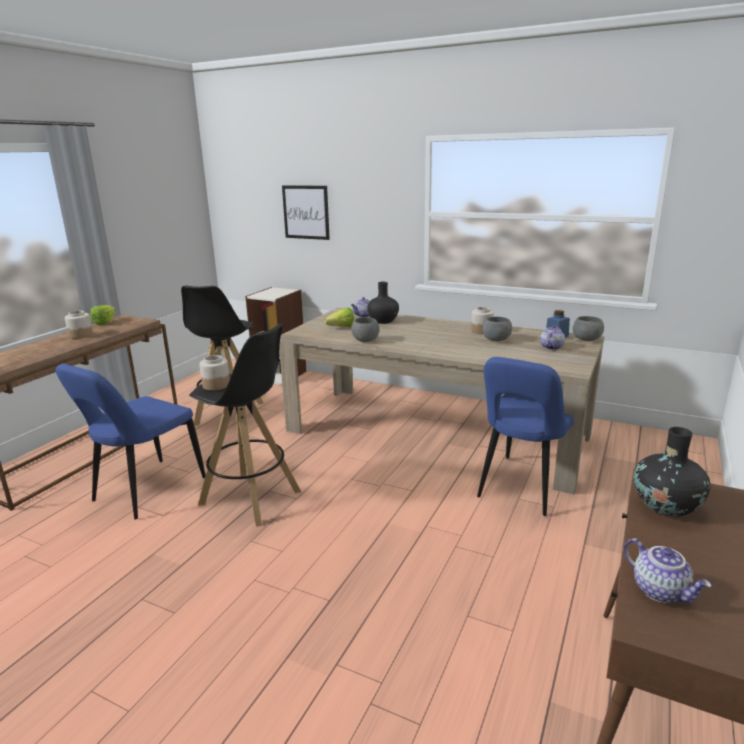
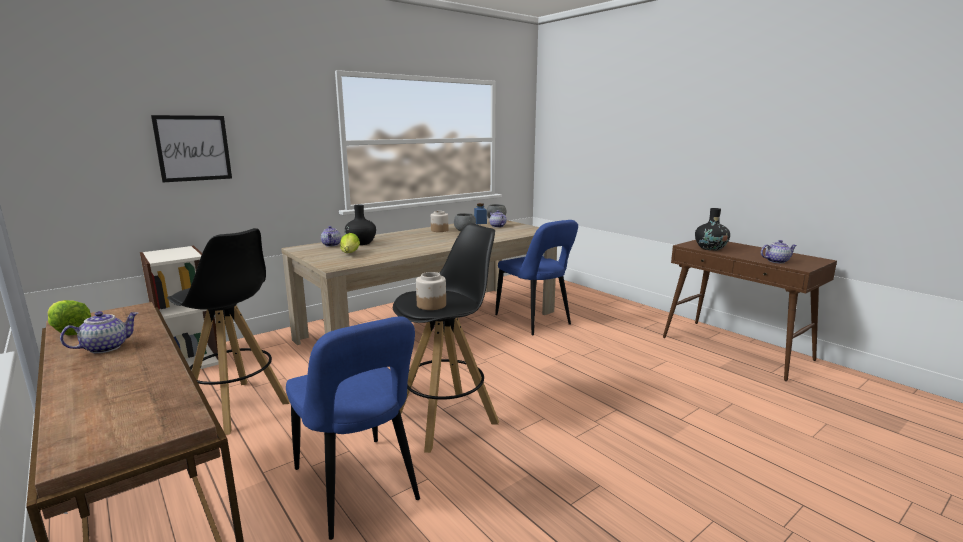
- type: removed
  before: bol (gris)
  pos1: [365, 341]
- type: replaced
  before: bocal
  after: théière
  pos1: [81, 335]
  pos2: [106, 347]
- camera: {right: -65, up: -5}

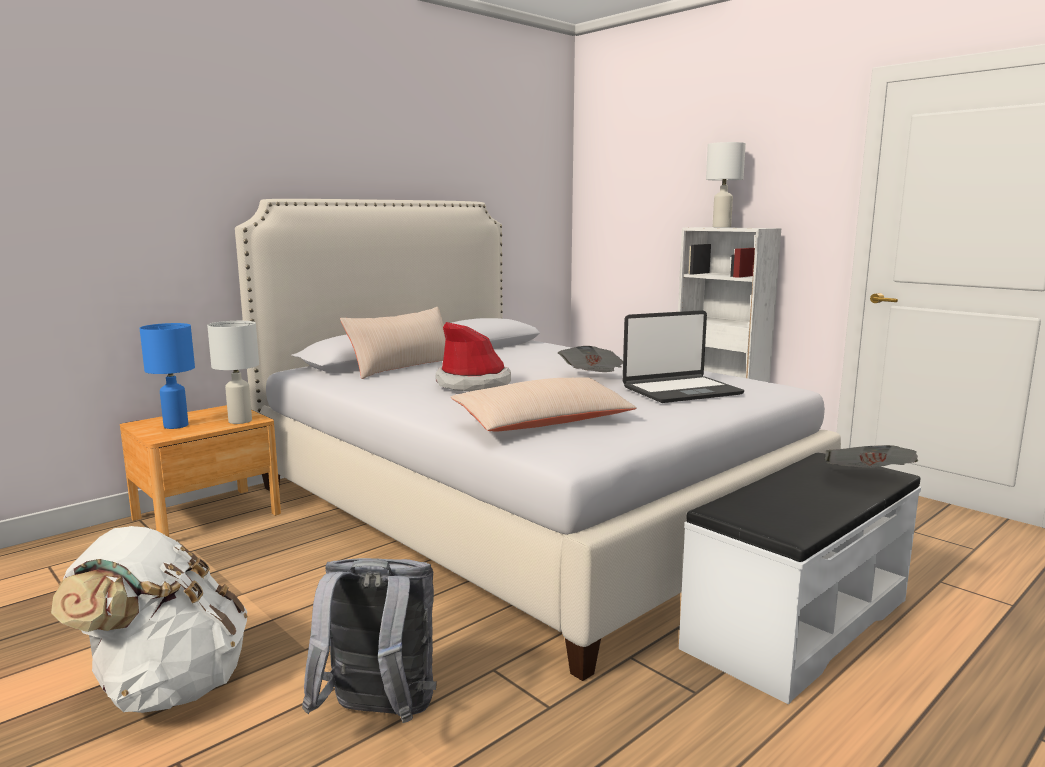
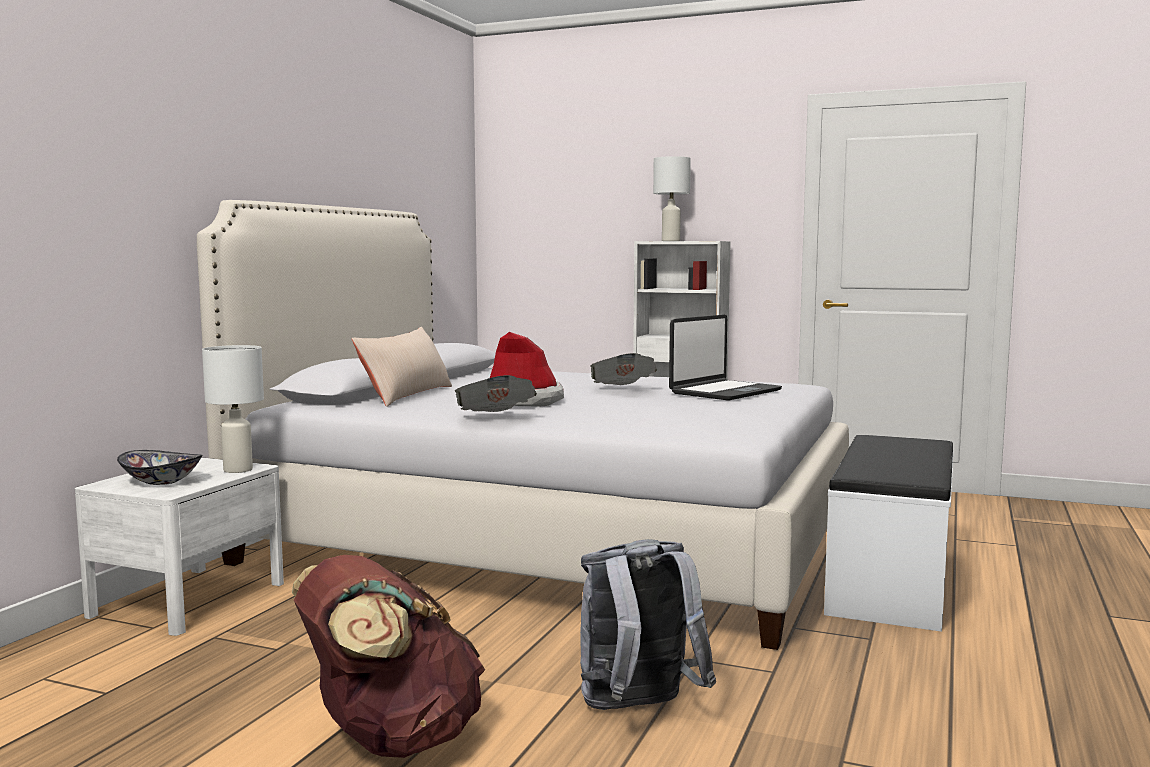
- type: removed
  before: coussin (beige)
  pos1: [543, 422]
- type: moved
  before: journal
  pos1: [866, 480]
  pos2: [496, 418]
- type: replaced
  before: lampe de table (bleu)
  after: bol
  pos1: [175, 425]
  pos2: [161, 482]
- type: recoloured
  before: sac à dos (blanc)
  after: sac à dos (marron)
  pos1: [167, 687]
  pos2: [390, 739]
- type: recoloured
  before: table de chevet (marron)
  after: table de chevet (blanc)
  pos1: [207, 516]
  pos2: [188, 599]
- camera: {right: -25, up: -5}

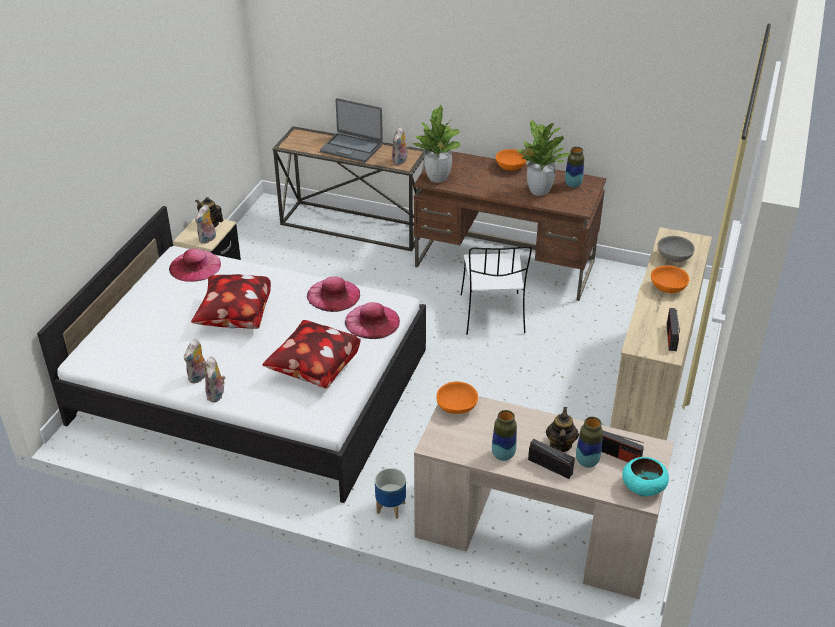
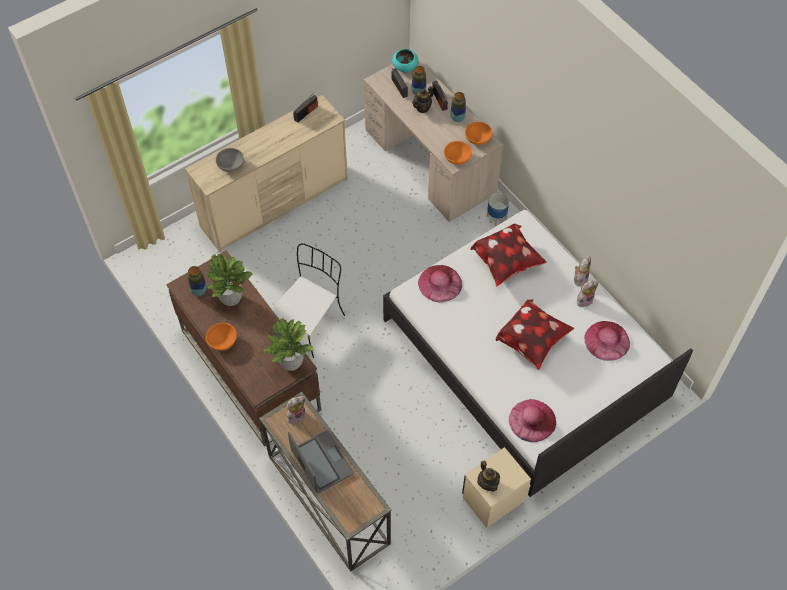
- type: removed
  before: peluche
  pos1: [208, 239]
- type: moved
  before: chapeau (rose)
  pos1: [333, 295]
  pos2: [607, 340]
- type: moved
  before: bol (orange)
  pos1: [668, 288]
  pos2: [478, 138]
- camera: {right: -145, up: 20}

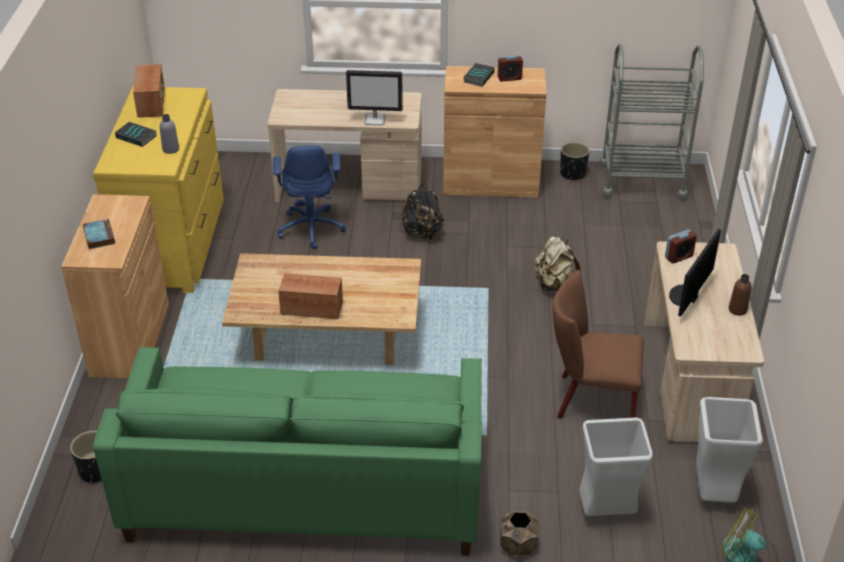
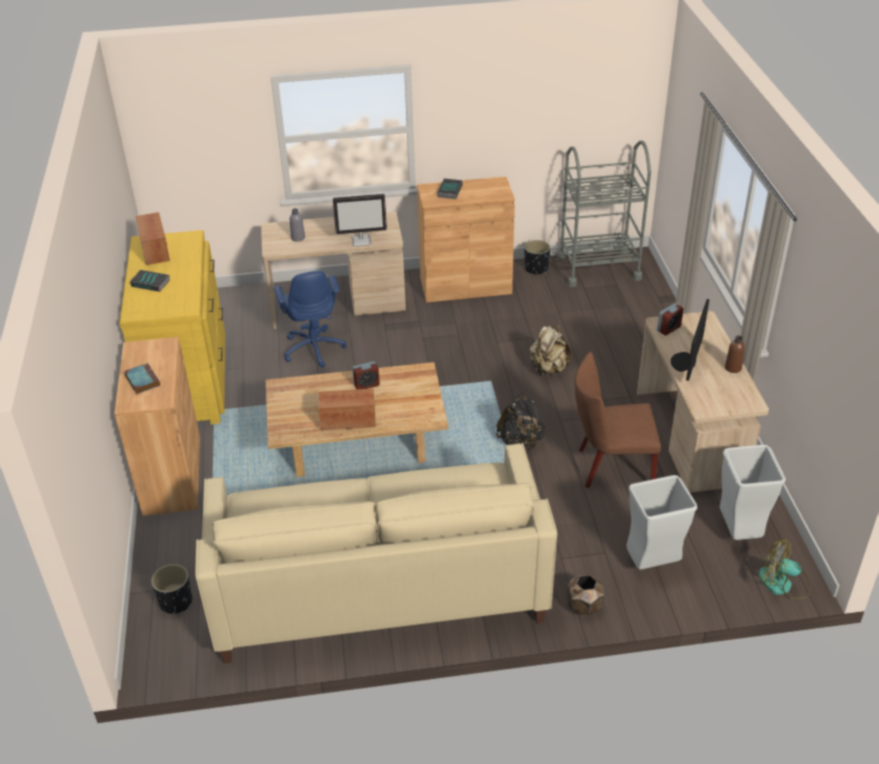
- type: moved
  before: bouteille (gris)
  pos1: [171, 149]
  pos2: [298, 238]
- type: moved
  before: sac à dos (noir)
  pos1: [422, 233]
  pos2: [520, 441]
- type: moved
  before: réveil
  pos1: [509, 78]
  pos2: [366, 385]
- type: recoloured
  before: canapé (vert)
  after: canapé (beige)
  pos1: [306, 486]
  pos2: [378, 585]
- camera: {right: -10, up: 0}

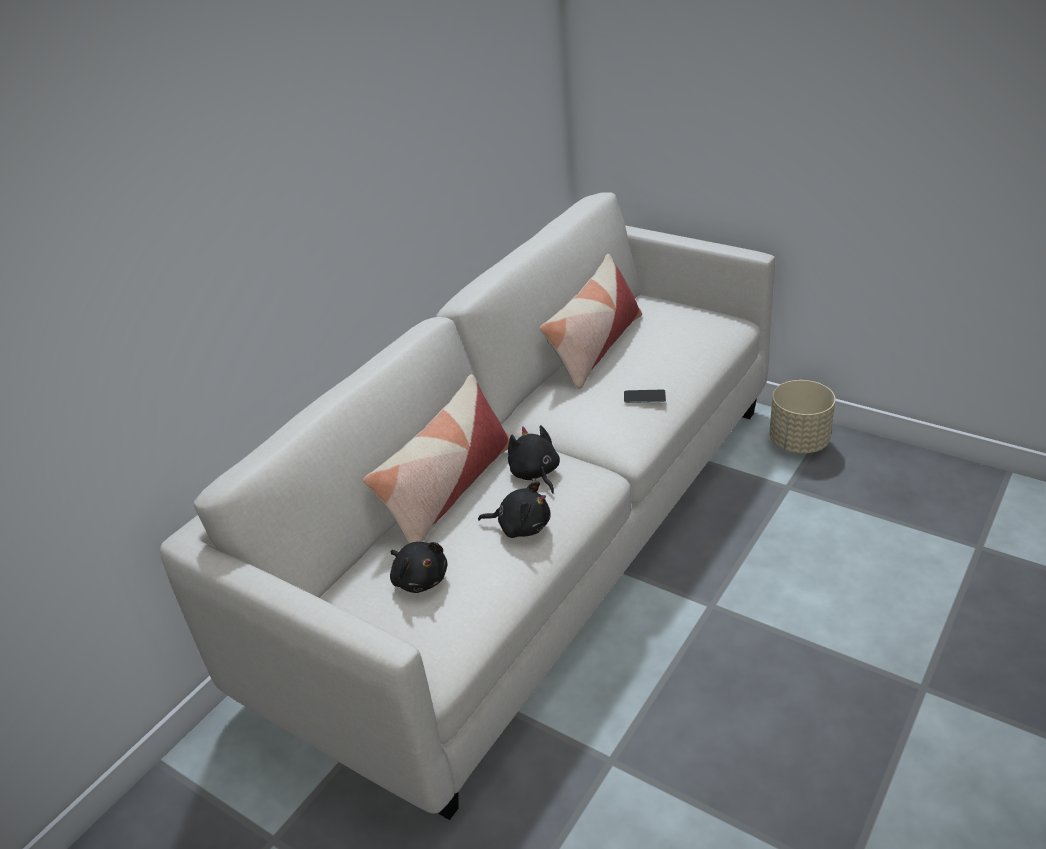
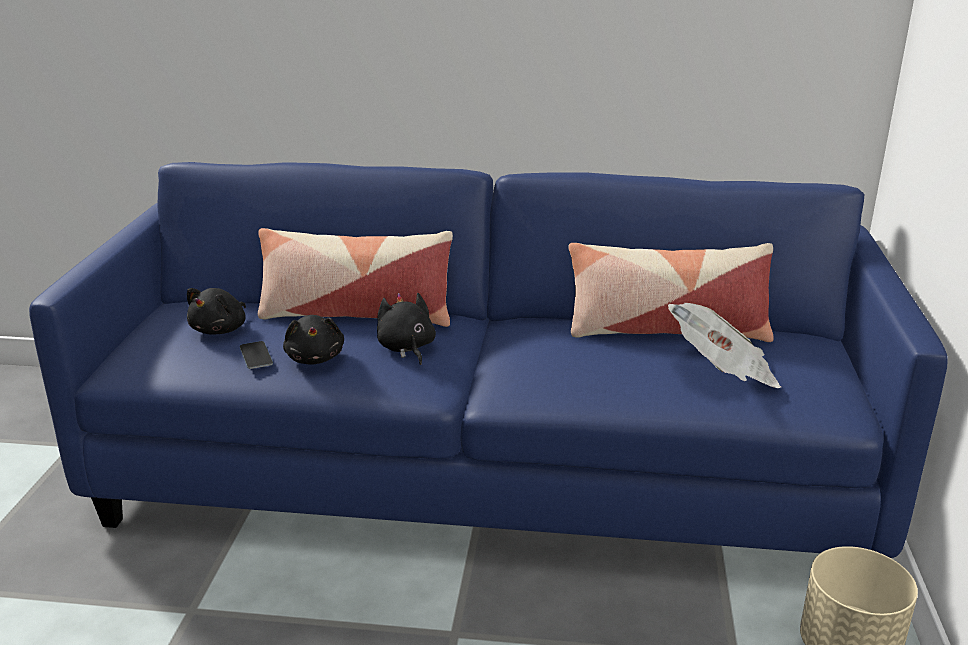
- type: added
  after: journal
  pos2: [722, 372]
- type: moved
  before: téléphone
  pos1: [644, 397]
  pos2: [256, 355]
- type: recoloured
  before: canapé (blanc)
  after: canapé (bleu)
  pos1: [534, 538]
  pos2: [485, 471]
- type: turned
  before: peluche (noir)
  pos1: [535, 474]
  pos2: [406, 348]
  turn: -60
- camera: {right: 60, up: -10}

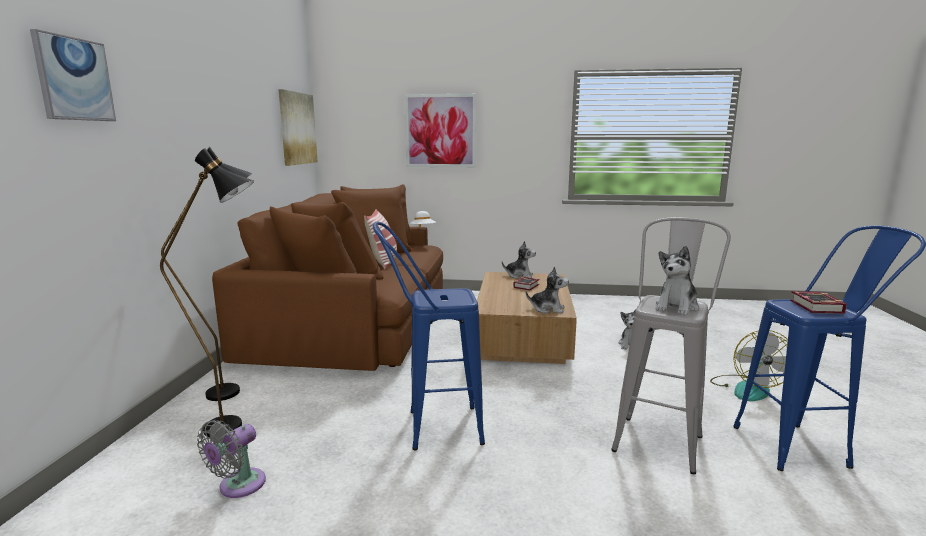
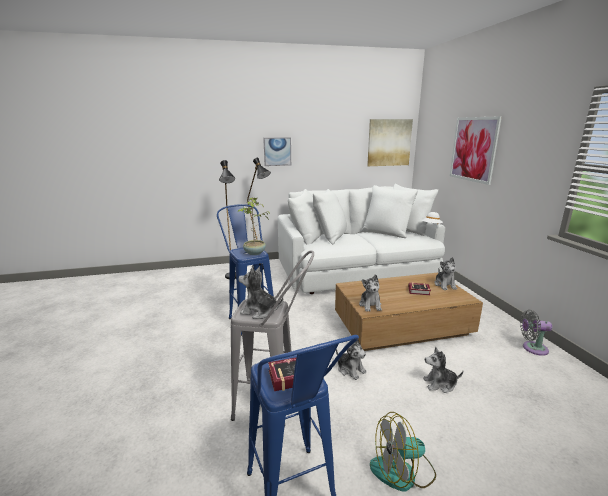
- type: removed
  before: coussin
  pos1: [383, 262]
- type: added
  after: plante en pot
  pos2: [254, 253]
- type: added
  after: peluche
  pos2: [350, 369]
- type: moved
  before: tableau
  pos1: [74, 79]
  pos2: [277, 151]
- type: moved
  before: ventilateur (gris)
  pos1: [238, 486]
  pos2: [532, 348]
- type: recoloured
  before: canapé (marron)
  after: canapé (blanc)
  pos1: [354, 324]
  pos2: [356, 270]
- camera: {right: 70, up: 5}

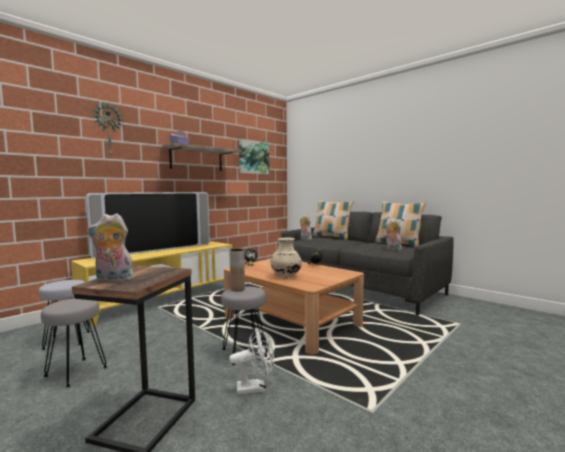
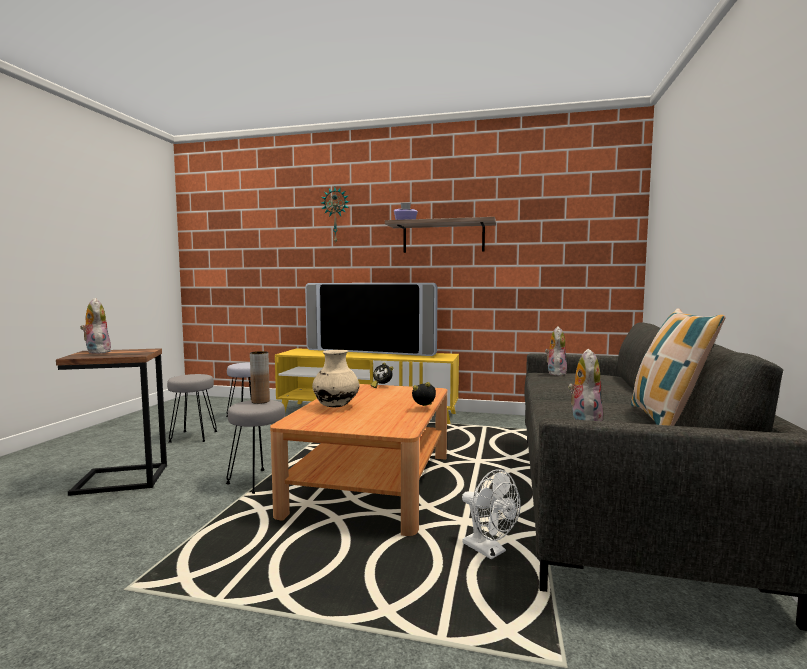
- type: removed
  before: tableau
  pos1: [253, 157]
- type: removed
  before: coussin
  pos1: [331, 237]
- type: moved
  before: ventilateur (blanc)
  pos1: [256, 388]
  pos2: [489, 551]
- camera: {right: 60, up: 0}

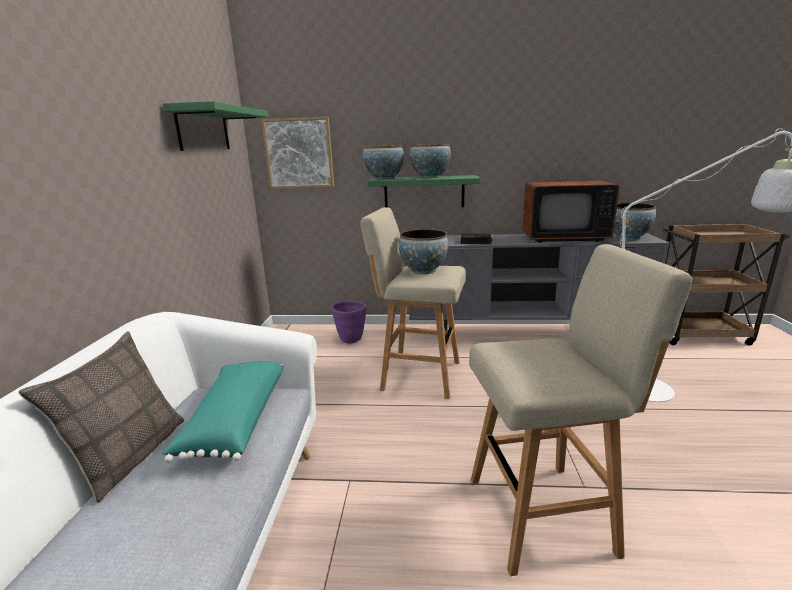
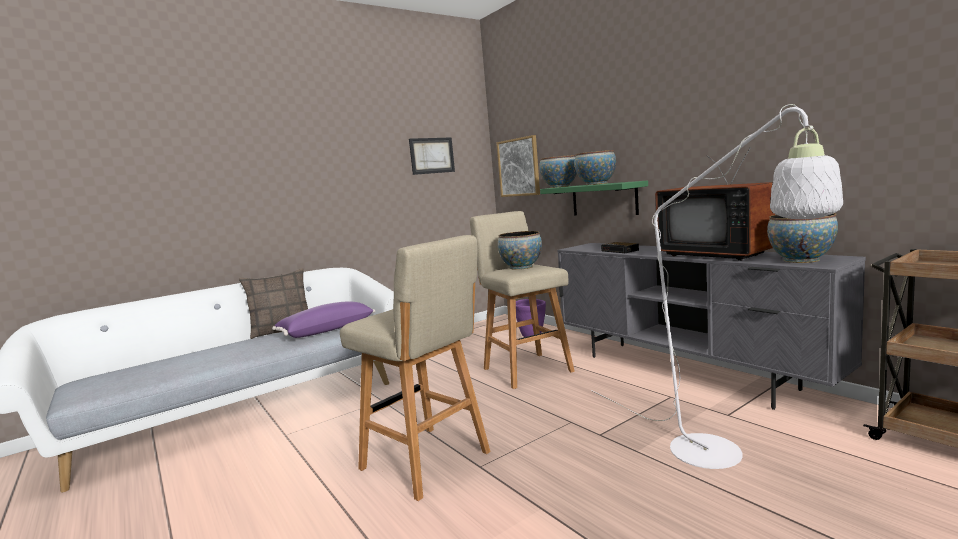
- type: replaced
  before: étagère (vert)
  after: tableau
  pos1: [203, 129]
  pos2: [432, 155]
- type: recoloured
  before: coussin (turquoise)
  after: coussin (violet)
  pos1: [234, 421]
  pos2: [326, 330]
- camera: {right: 50, up: -10}

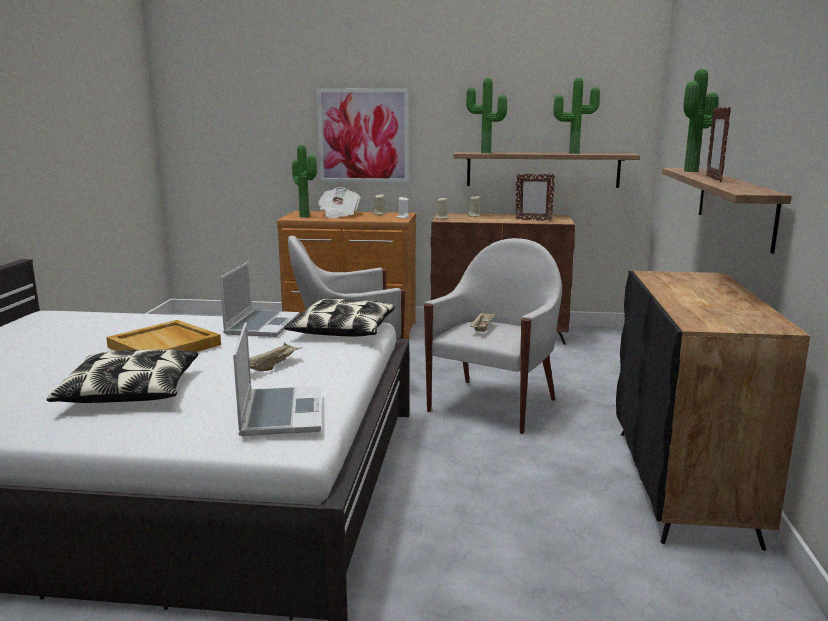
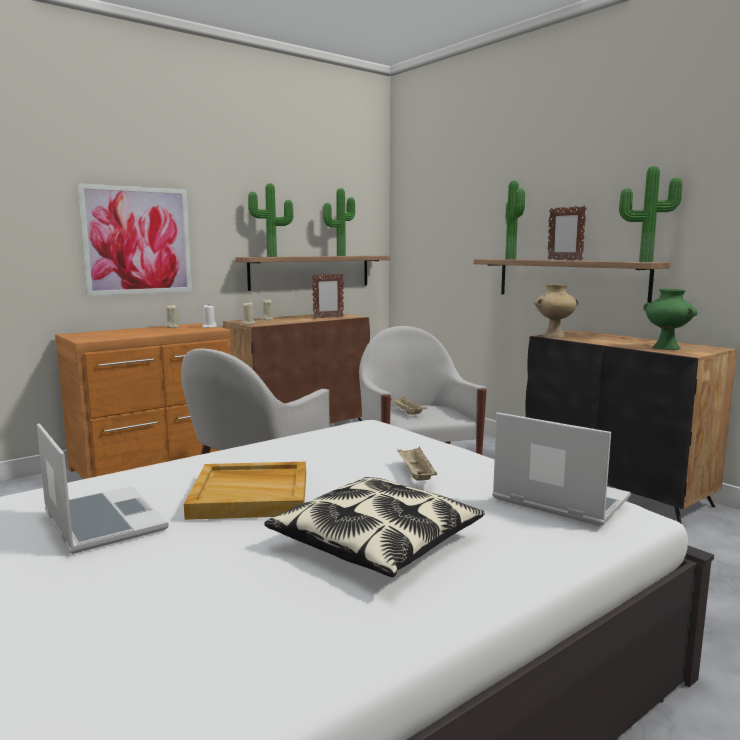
- type: removed
  before: coussin
  pos1: [342, 331]
- type: removed
  before: journal
  pos1: [338, 215]
- type: added
  after: vase (beige)
  pos2: [554, 336]
- type: added
  after: vase (vert)
  pos2: [667, 348]
- type: moved
  before: ordinateur portable
  pos1: [262, 325]
  pos2: [101, 521]
- type: moved
  before: plante en pot
  pos1: [306, 216]
  pos2: [645, 262]
- camera: {right: -45, up: -5}

